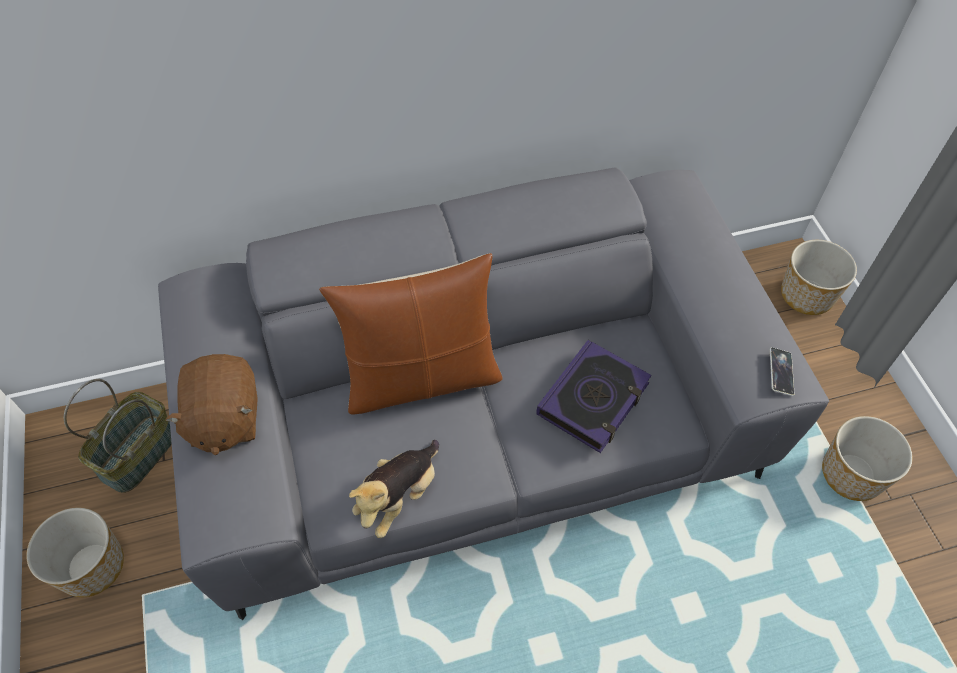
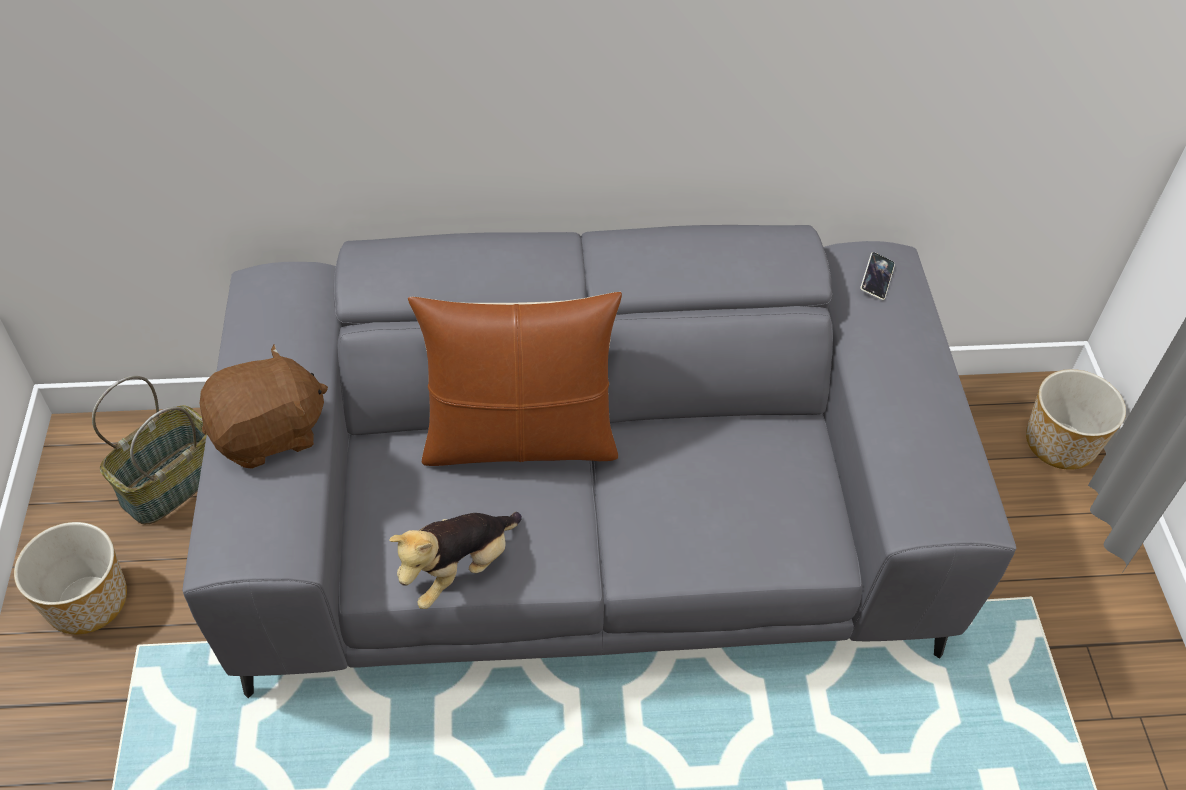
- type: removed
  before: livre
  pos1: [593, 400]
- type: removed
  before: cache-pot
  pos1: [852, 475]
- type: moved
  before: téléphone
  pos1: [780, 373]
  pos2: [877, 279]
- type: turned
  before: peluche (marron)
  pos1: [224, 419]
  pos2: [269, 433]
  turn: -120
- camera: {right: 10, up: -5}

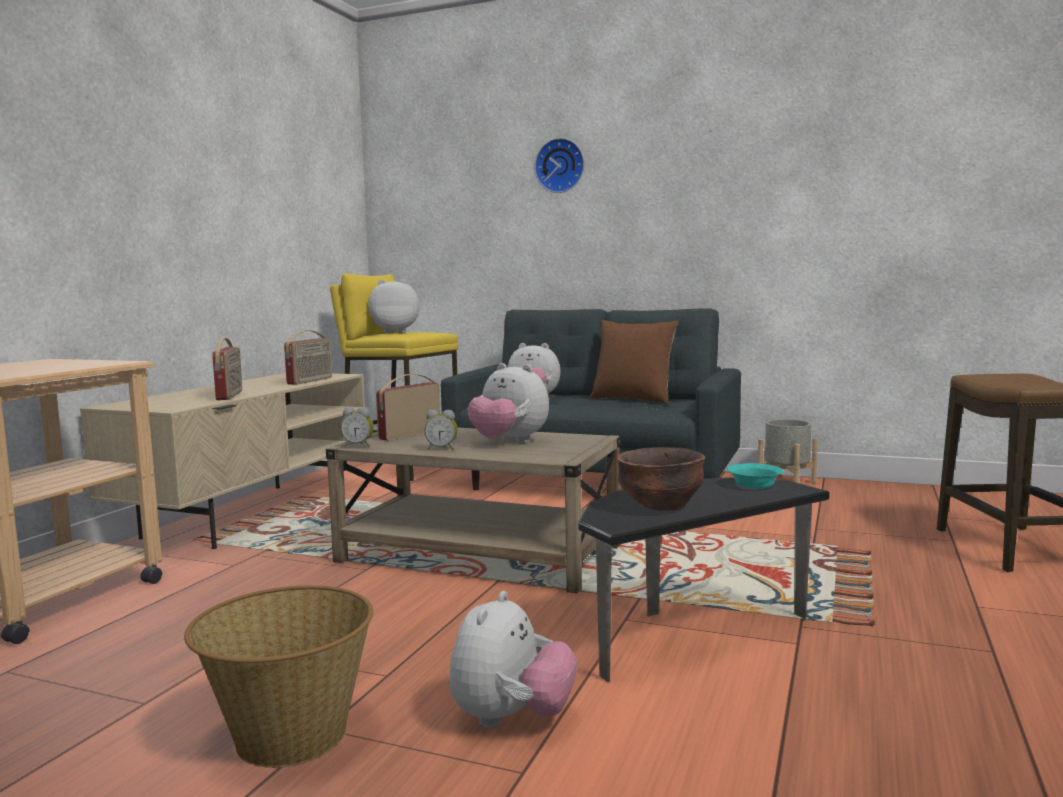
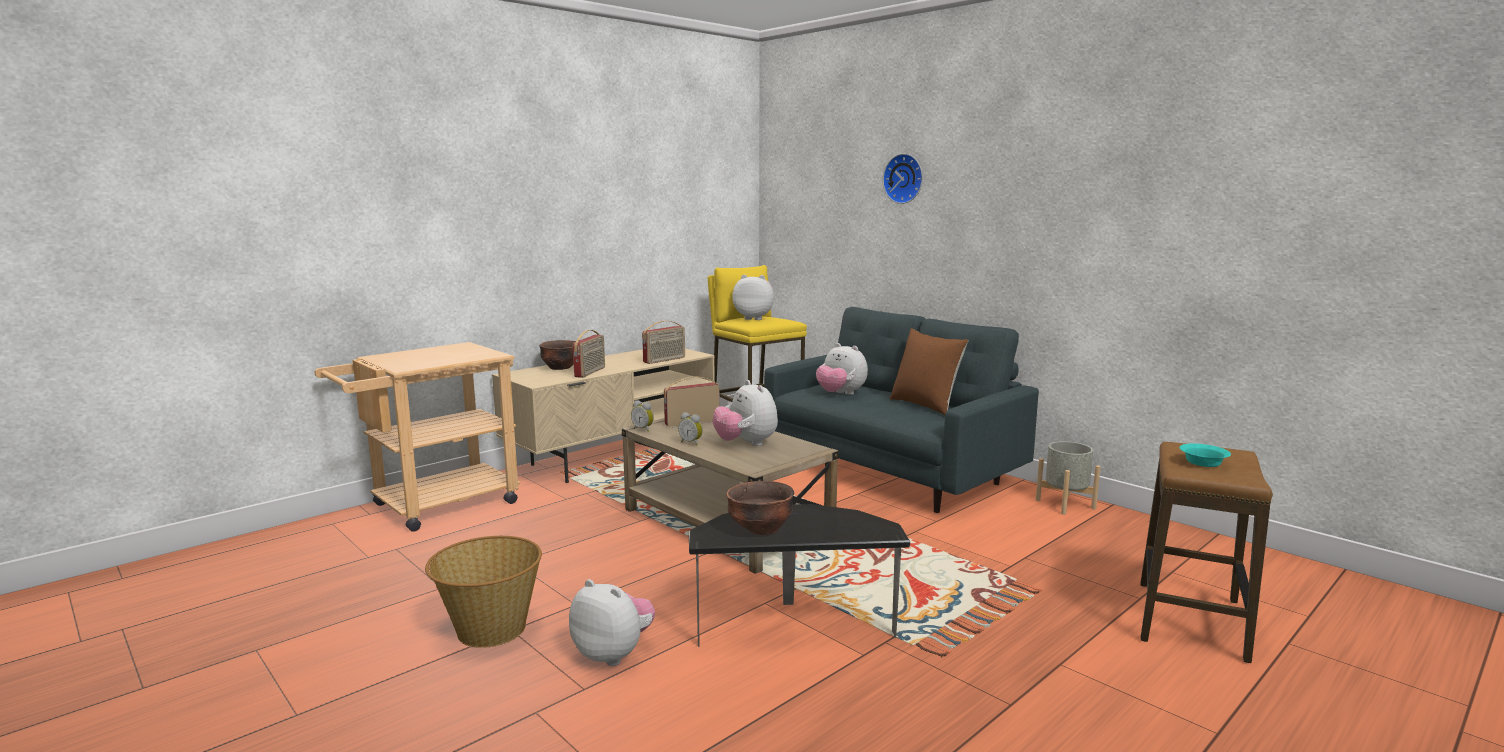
- type: added
  after: bol (marron)
  pos2: [561, 368]
- type: moved
  before: bol (turquoise)
  pos1: [753, 484]
  pos2: [1202, 462]
- type: turned
  before: peluche
  pos1: [511, 719]
  pos2: [614, 654]
  turn: -105
- camera: {right: 25, up: 5}

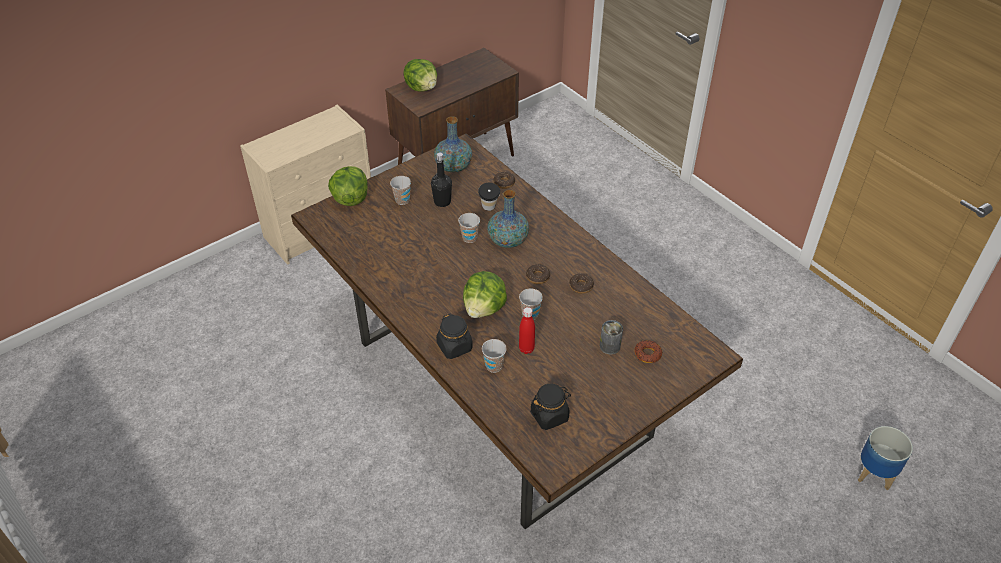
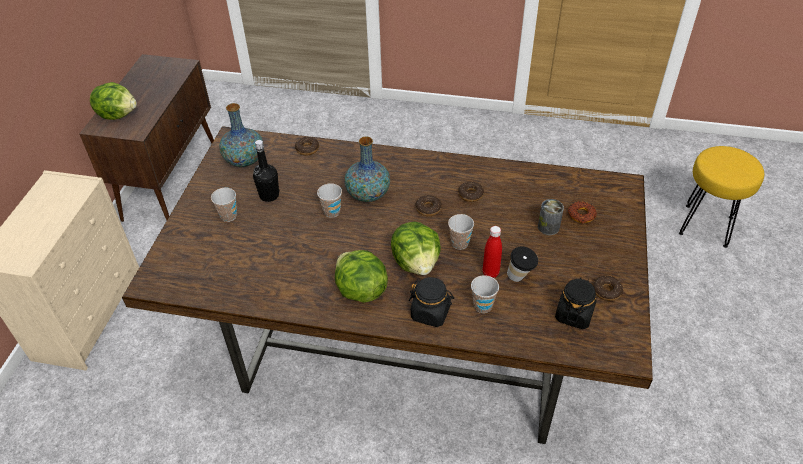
- type: added
  after: beignet
  pos2: [606, 291]
- type: moved
  before: laitue
  pos1: [350, 198]
  pos2: [360, 291]
- type: moved
  before: tasse
  pos1: [489, 209]
  pos2: [520, 278]
- type: replaced
  before: cache-pot
  after: tabouret (jaune)
  pos1: [874, 473]
  pos2: [705, 225]
- camera: {right: -40, up: 0}

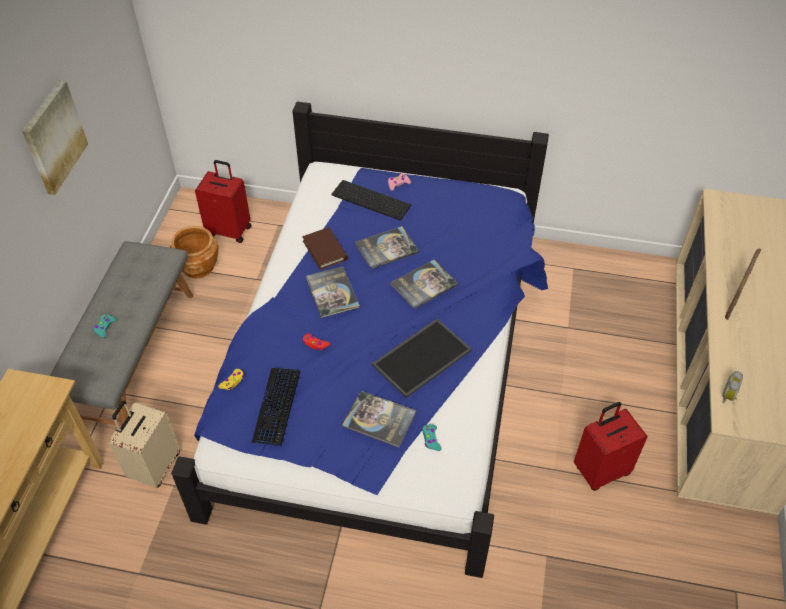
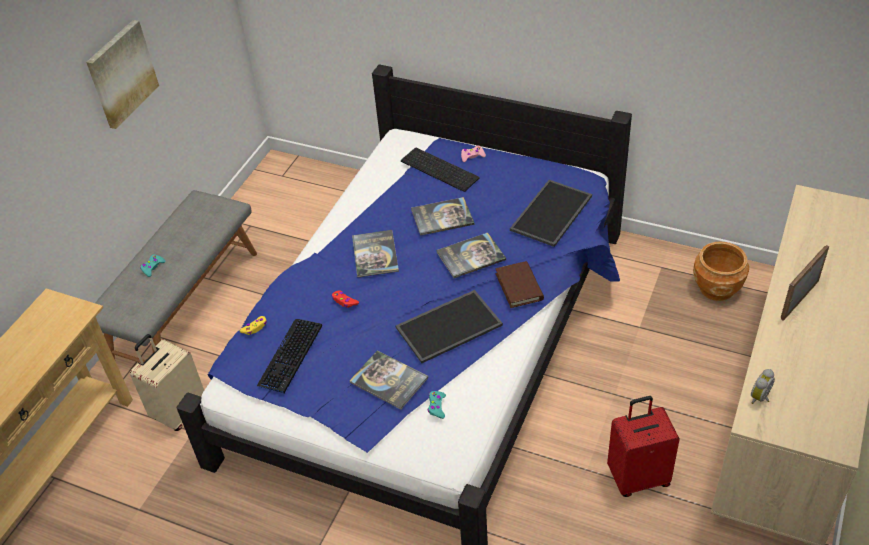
- type: removed
  before: valise (rouge)
  pos1: [229, 230]
- type: added
  after: plateau
  pos2: [552, 214]
- type: moved
  before: cache-pot (marron)
  pos1: [198, 267]
  pos2: [717, 288]
- type: moved
  before: livre (marron)
  pos1: [325, 250]
  pos2: [519, 286]
- camera: {right: 15, up: -5}

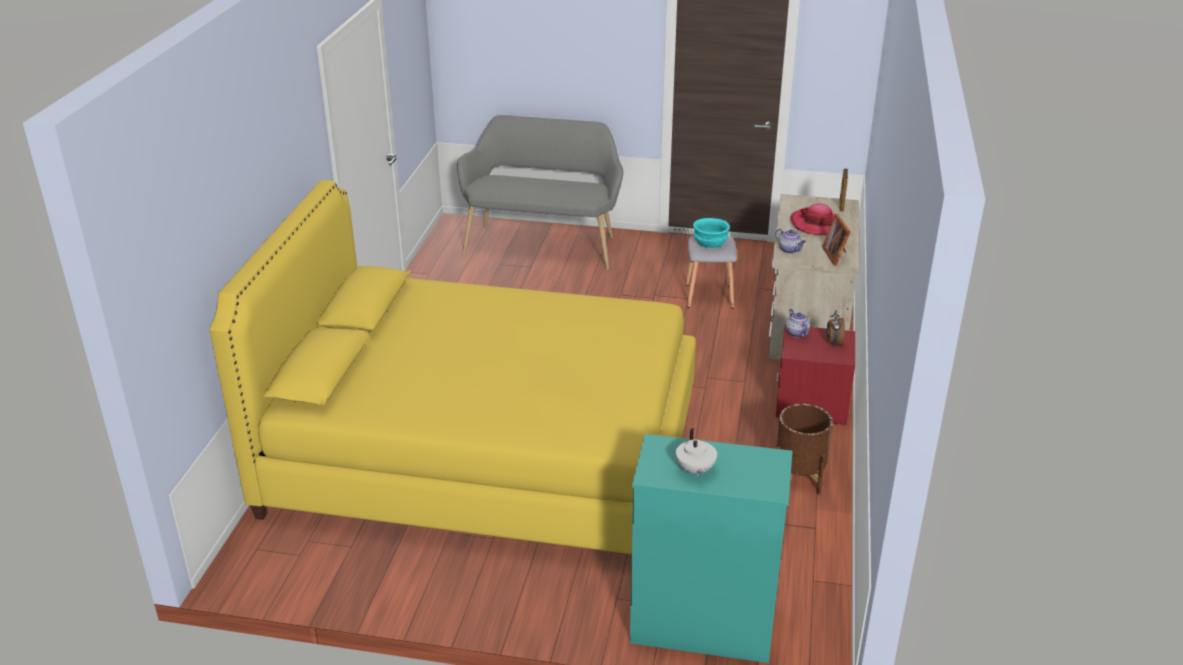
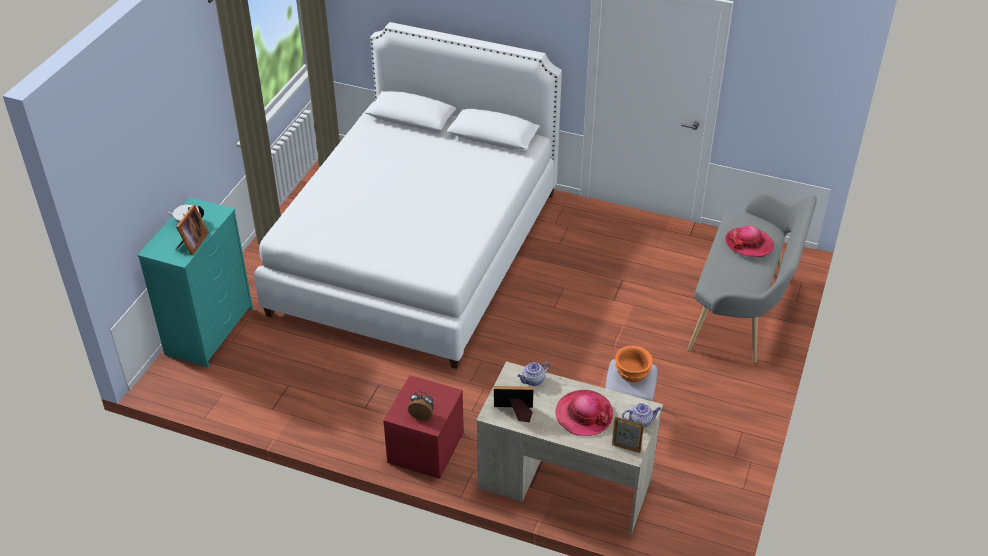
- type: removed
  before: cache-pot (marron)
  pos1: [799, 475]
- type: added
  after: cadre photo
  pos2: [192, 243]
- type: added
  after: chapeau
  pos2: [749, 244]
- type: moved
  before: théière
  pos1: [796, 333]
  pos2: [640, 421]
- type: recoloured
  before: lit (jaune)
  after: lit (blanc)
  pos1: [485, 454]
  pos2: [417, 251]
- type: recoloured
  before: bol (turquoise)
  after: bol (orange)
  pos1: [709, 243]
  pos2: [632, 372]
- camera: {right: 100, up: 10}

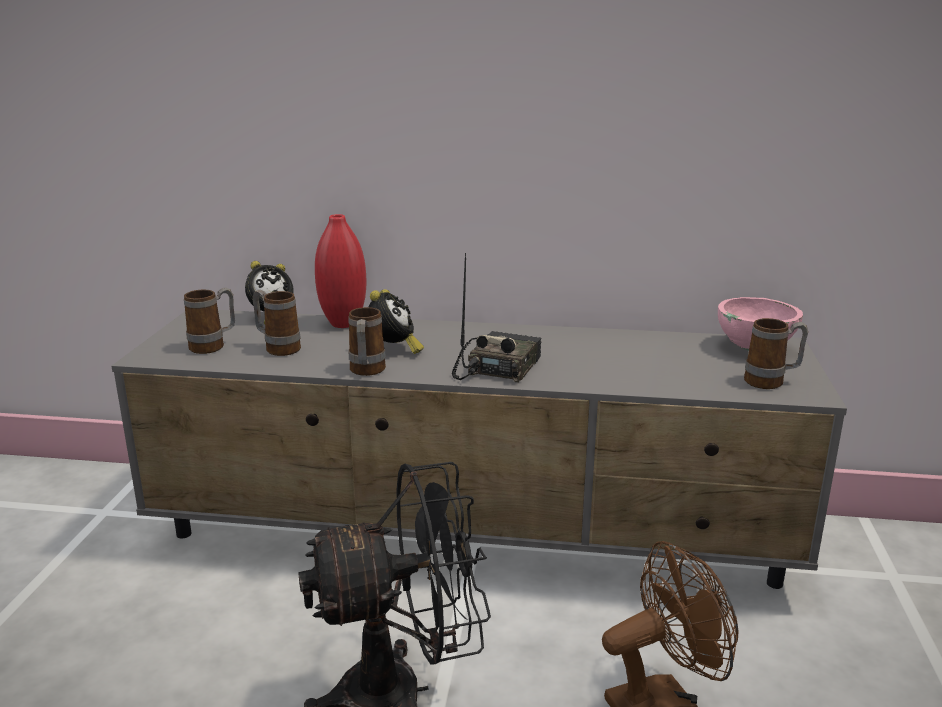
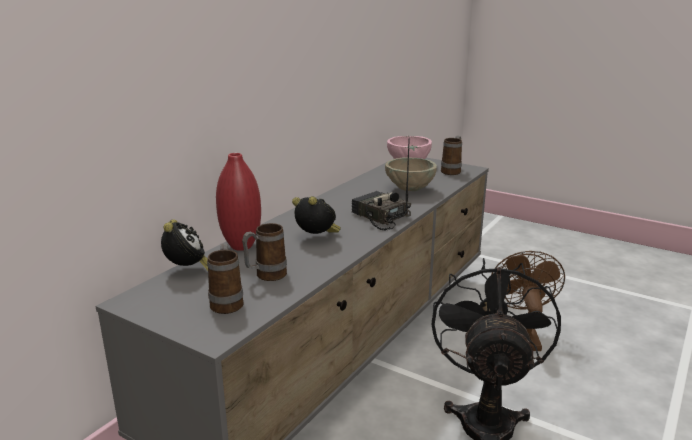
- type: removed
  before: mug
  pos1: [366, 372]
- type: added
  after: bol (beige)
  pos2: [410, 189]
- camera: {right: -65, up: 0}

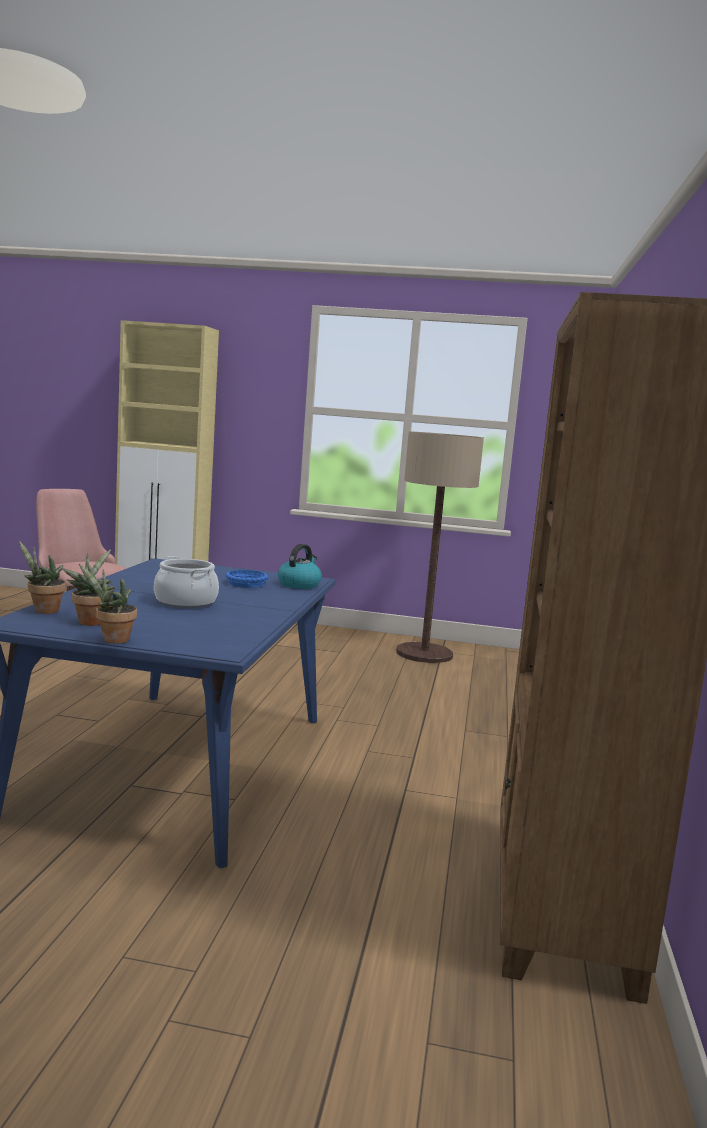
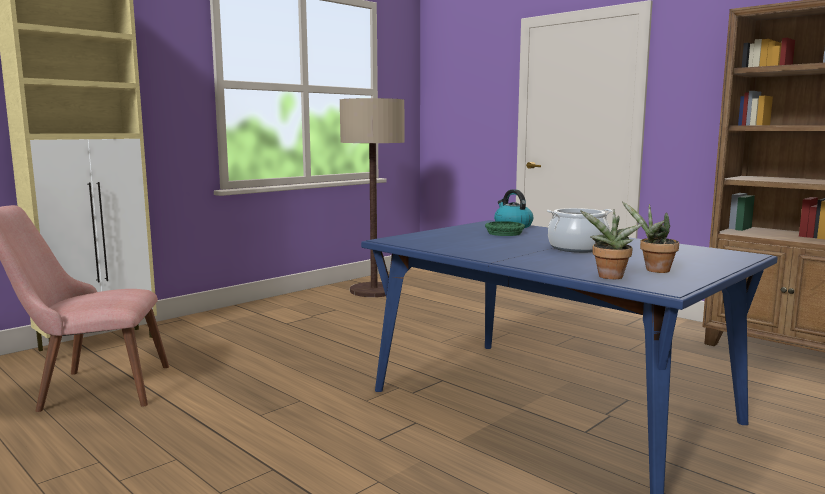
- type: removed
  before: plante en pot
  pos1: [111, 640]
- type: recoloured
  before: bol (bleu)
  after: bol (vert)
  pos1: [246, 583]
  pos2: [504, 233]
- camera: {right: -55, up: 0}

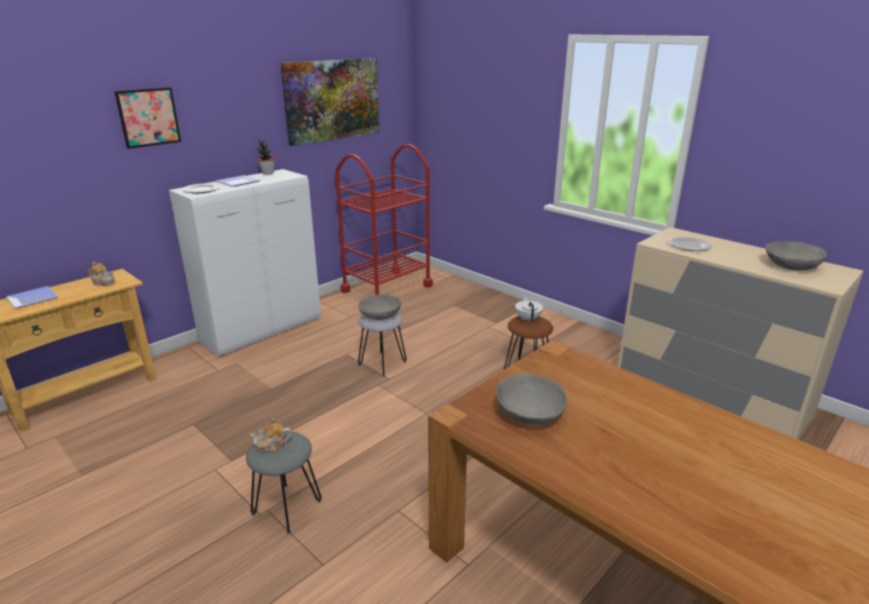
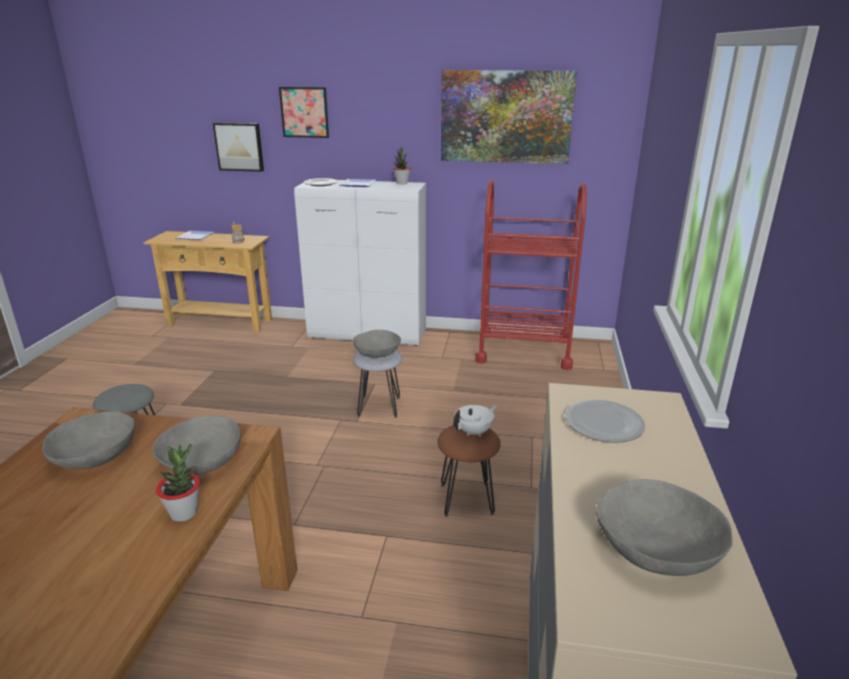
- type: removed
  before: théière
  pos1: [272, 446]
- type: added
  after: bol (gris)
  pos2: [202, 461]
- type: added
  after: plante en pot
  pos2: [184, 513]
- type: added
  after: tableau
  pos2: [239, 146]
- camera: {right: 55, up: 0}

